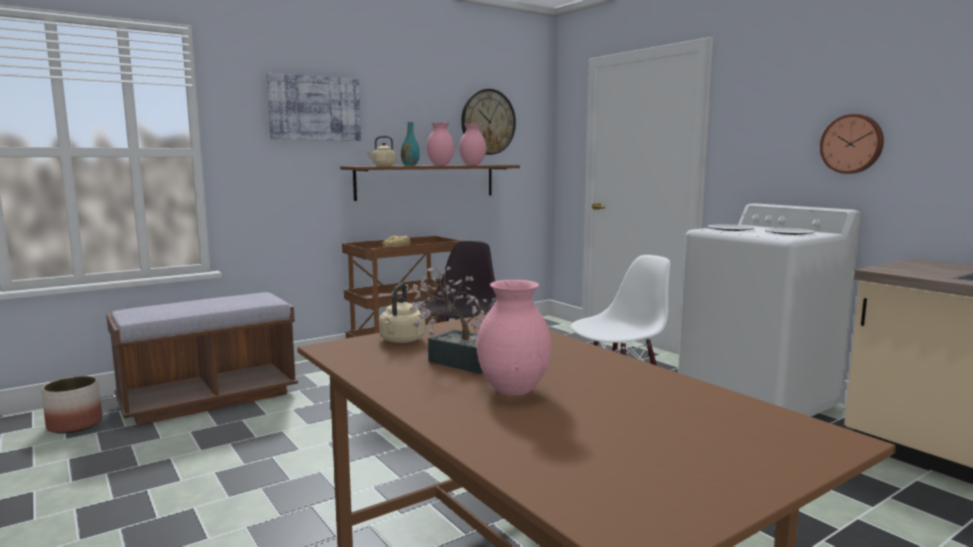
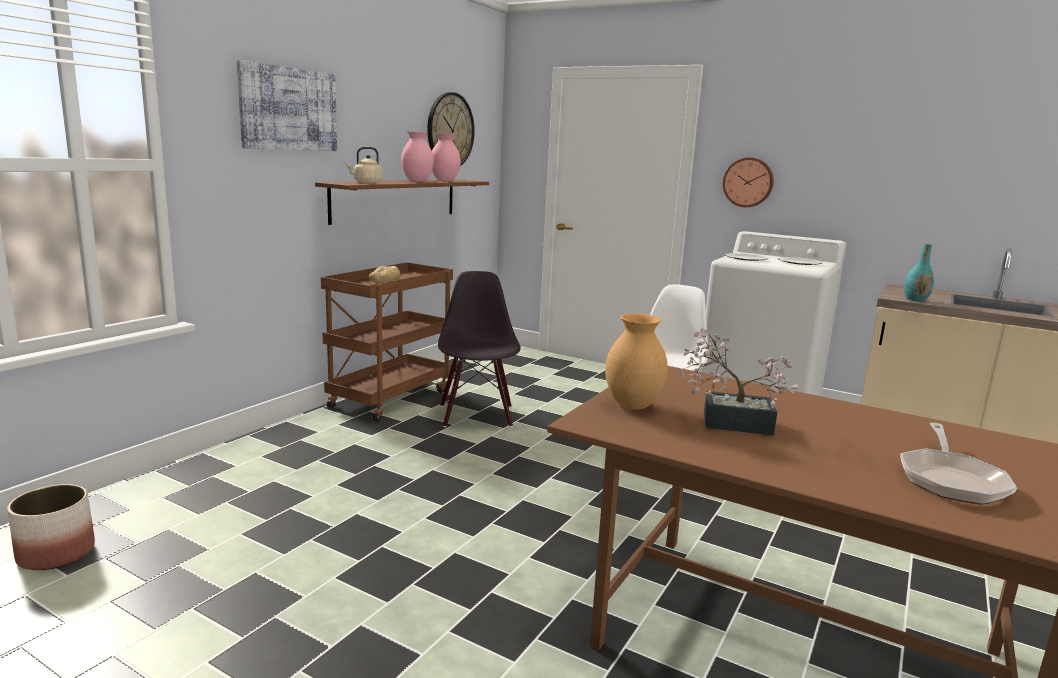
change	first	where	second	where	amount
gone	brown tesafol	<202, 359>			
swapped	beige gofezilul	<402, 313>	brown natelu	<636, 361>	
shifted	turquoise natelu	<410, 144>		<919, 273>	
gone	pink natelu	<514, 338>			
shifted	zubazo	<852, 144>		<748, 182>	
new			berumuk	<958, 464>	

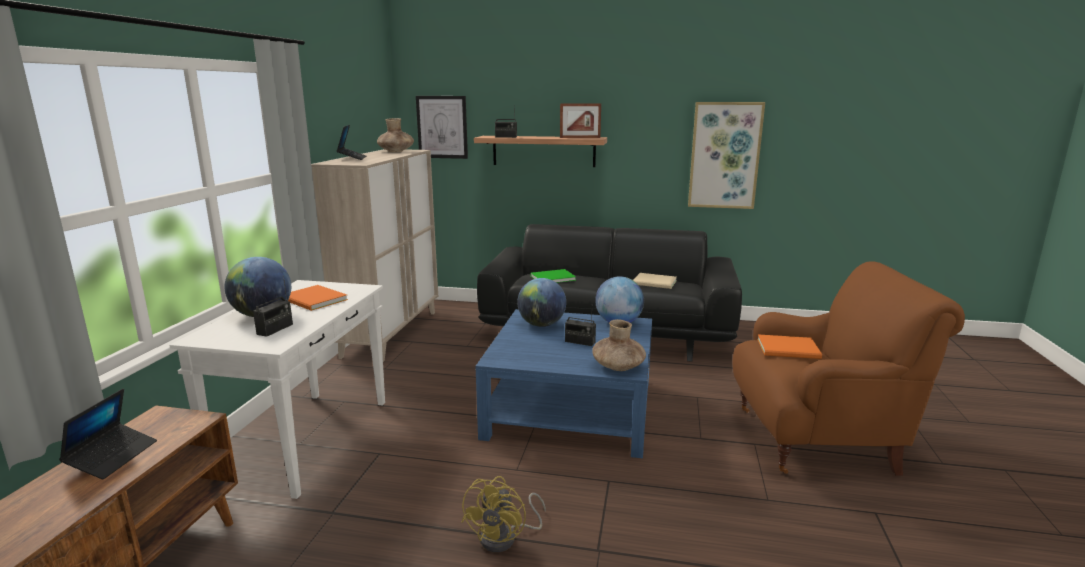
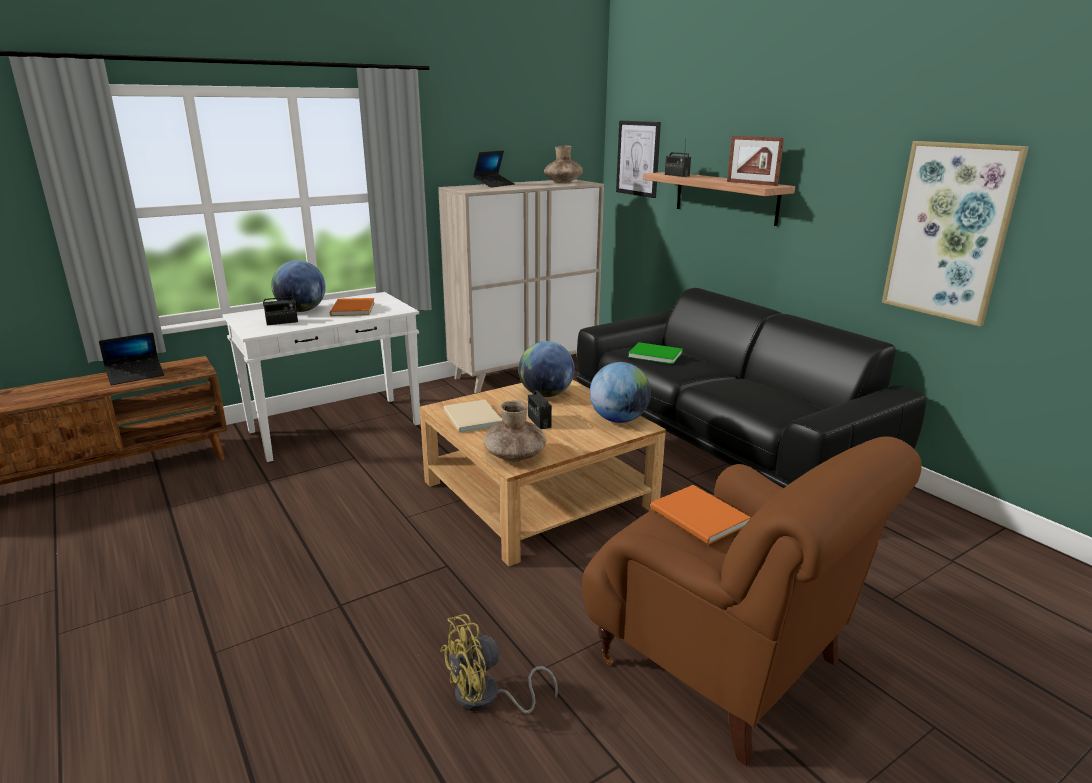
change	first	where	second	where	amount
shifted	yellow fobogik	<504, 514>		<499, 664>	
repainted	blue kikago	<564, 383>	beige kikago	<543, 473>	
shifted	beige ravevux	<655, 281>		<472, 416>	

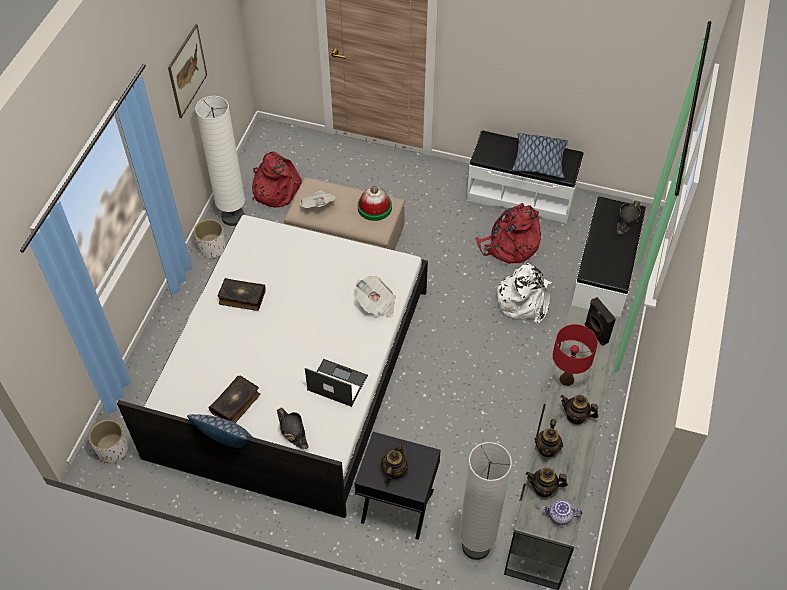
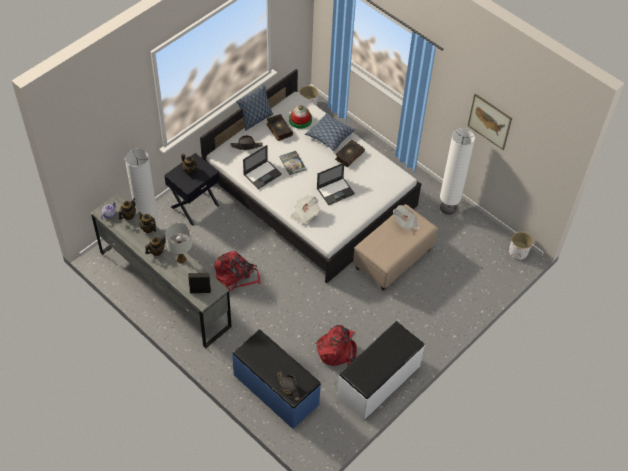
change	first	where	second	where	amount
shifted	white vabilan	<210, 239>		<521, 246>	
shifted	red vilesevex	<277, 180>		<237, 271>	
shifted	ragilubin	<375, 203>		<300, 117>	
gone	white vilesevex	<523, 293>			
shifted	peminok	<540, 155>		<330, 132>	
repainted	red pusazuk	<575, 355>	white pusazuk	<178, 243>	
repainted	white tesafol	<608, 256>	blue tesafol	<276, 379>	
new			ravevux	<292, 163>	
new			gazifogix	<336, 184>	

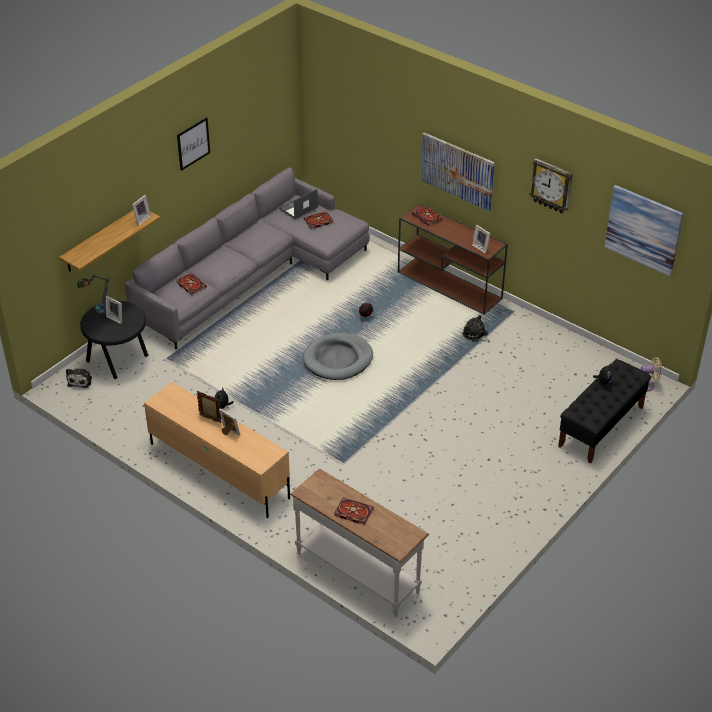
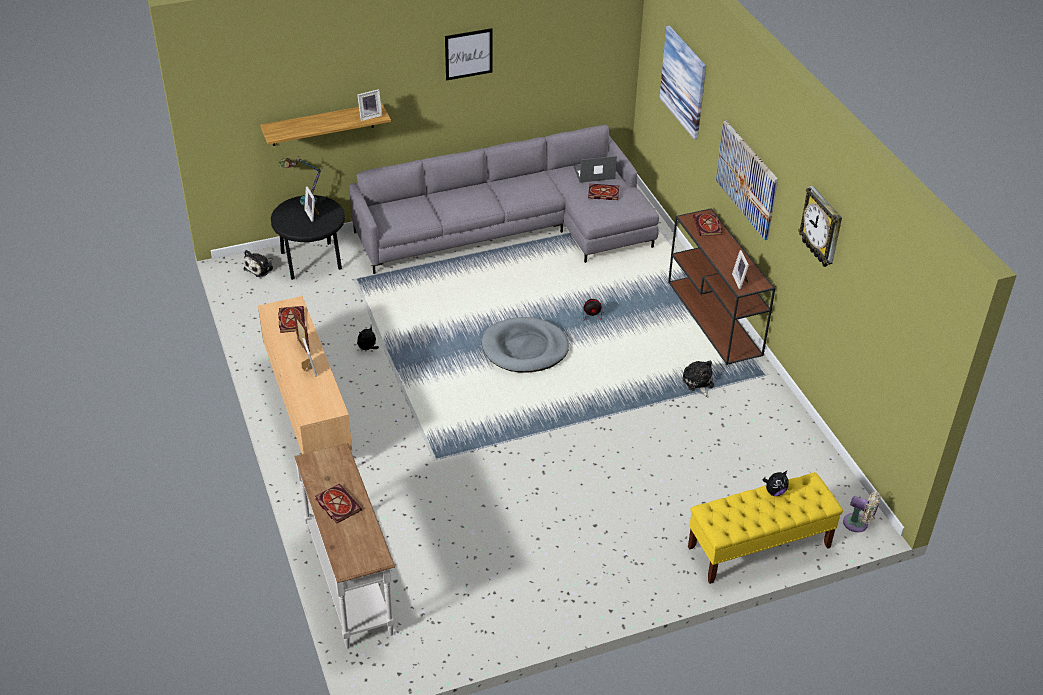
change	first	where	second	where	amount
shifted	ravevux	<191, 284>		<291, 319>	
repainted	black tesafol	<604, 411>	yellow tesafol	<765, 528>	
shifted	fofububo	<644, 230>		<683, 82>	

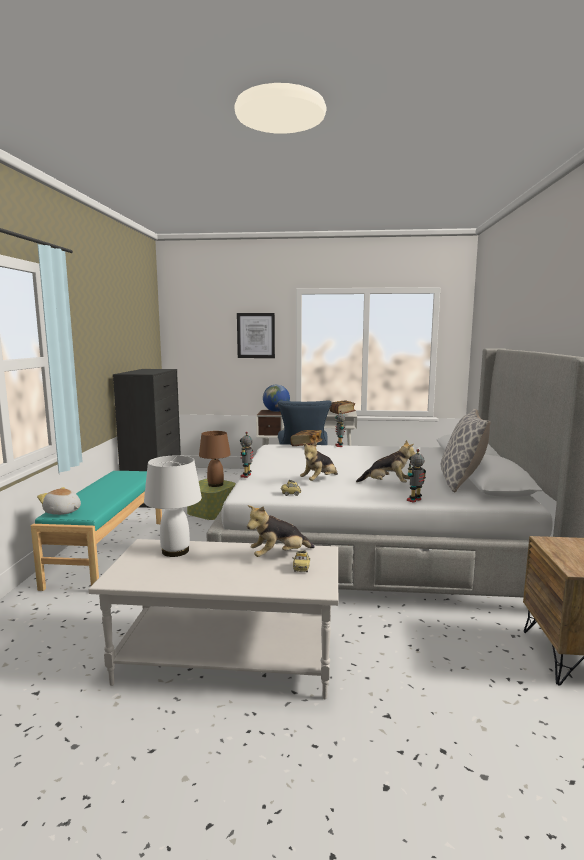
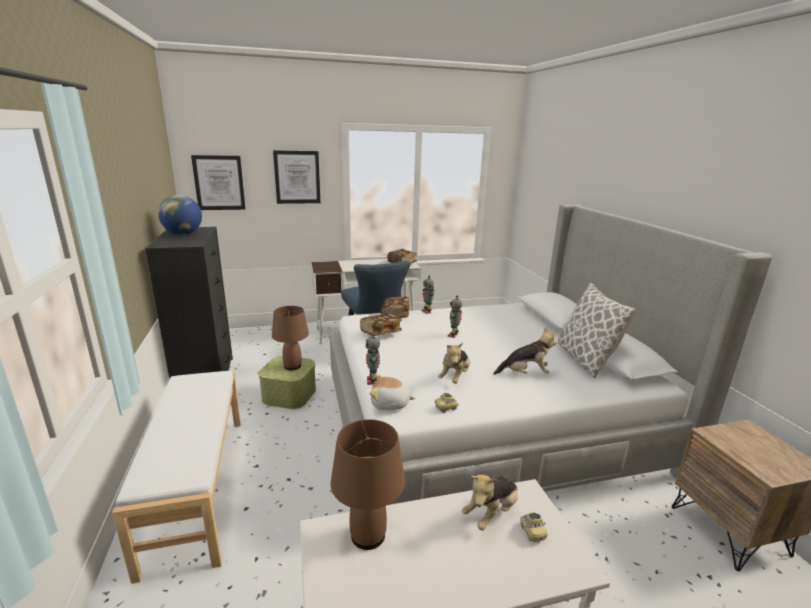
change	first	where	second	where	amount
repainted	turquoise tesafol	<96, 531>	white tesafol	<176, 477>	
shifted	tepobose	<59, 501>		<392, 392>	
repainted	white pusazuk	<173, 506>	brown pusazuk	<367, 484>	
shifted	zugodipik	<276, 398>		<180, 215>	
shifted	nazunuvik	<416, 476>		<455, 316>	
new			fofububo	<218, 182>	
new			ravevux	<381, 324>	

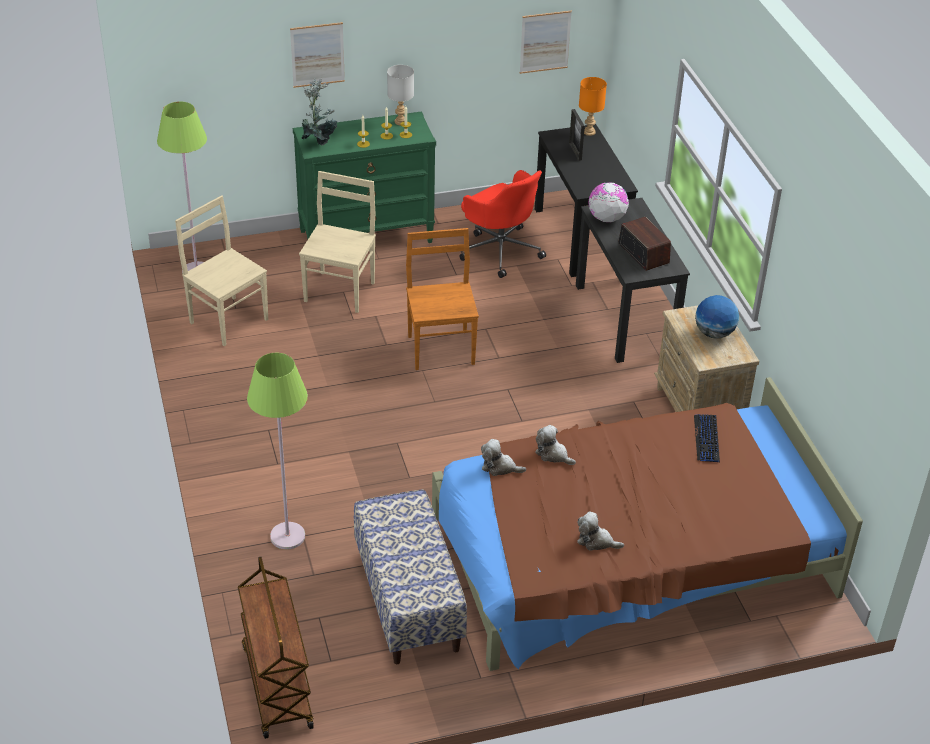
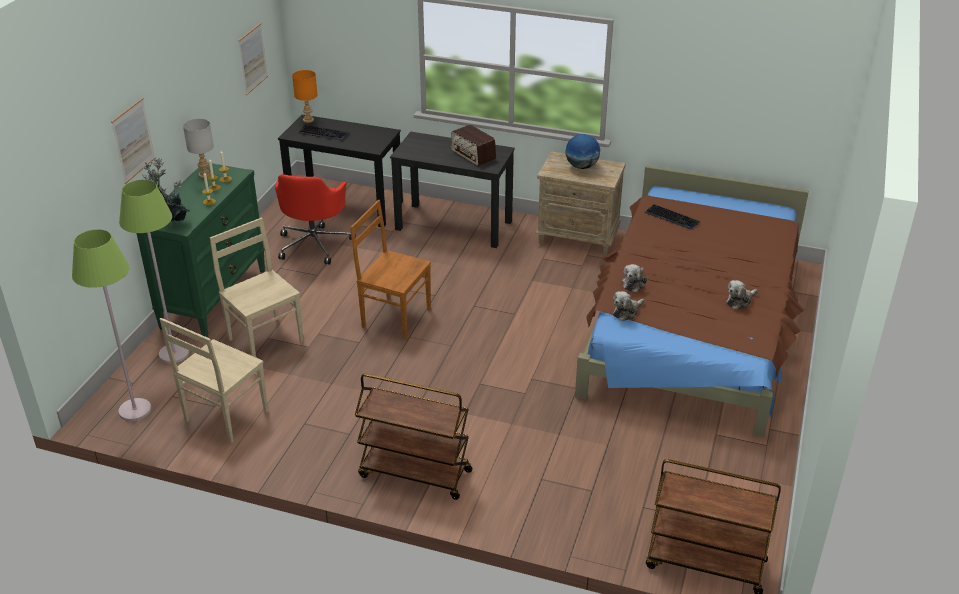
change	first	where	second	where	amount
rotated	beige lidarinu	<221, 270>		<214, 380>	45 degrees counterclockwise
shifted	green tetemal	<277, 451>		<154, 271>	
gone	tesafol	<410, 576>			
rotated	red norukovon	<502, 224>		<315, 219>	105 degrees clockwise
rotated	tepobose	<555, 445>		<634, 278>	45 degrees counterclockwise
swapped	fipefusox	<577, 135>	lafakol	<323, 132>	
gone	zugodipik	<608, 202>			
rotated	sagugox	<644, 244>		<473, 145>	135 degrees counterclockwise
new			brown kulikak	<414, 437>	

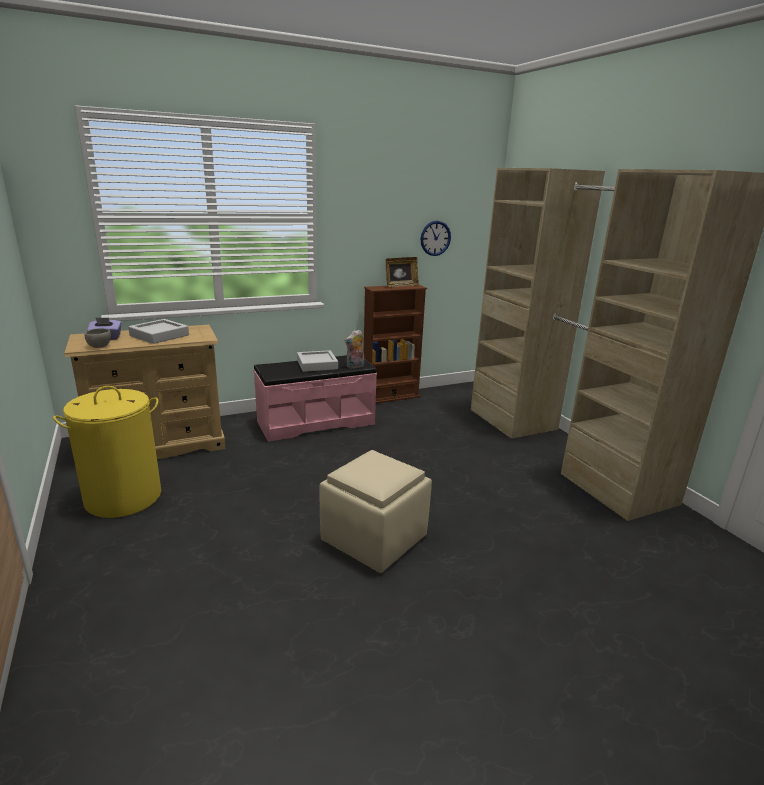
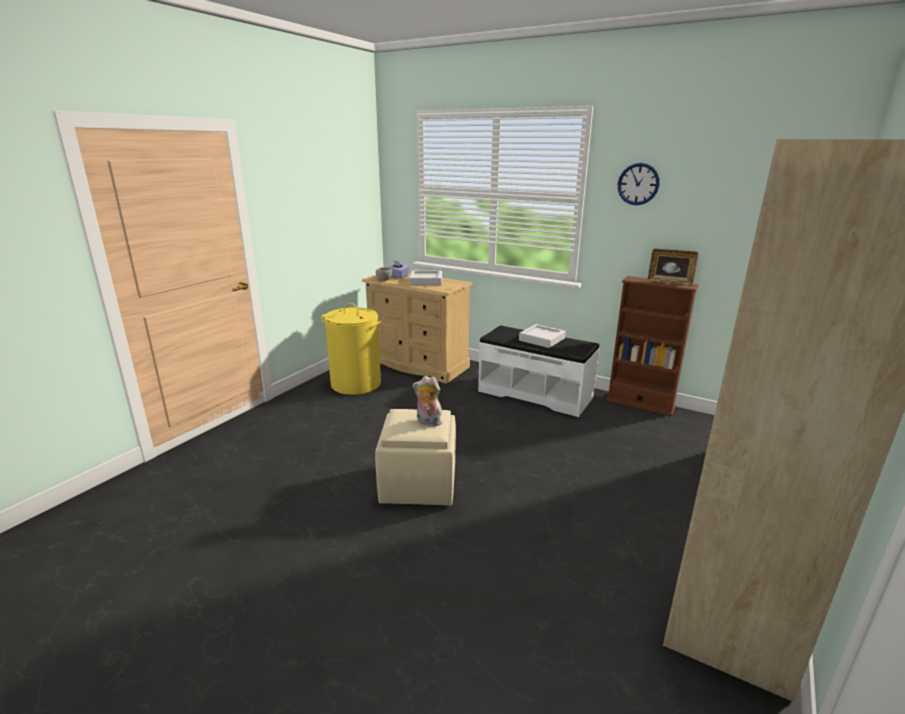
change	first	where	second	where	amount
repainted	pink tesafol	<315, 398>	white tesafol	<538, 371>	
shifted	tepobose	<354, 349>		<428, 401>	
shifted	zubazo	<435, 238>		<639, 184>	

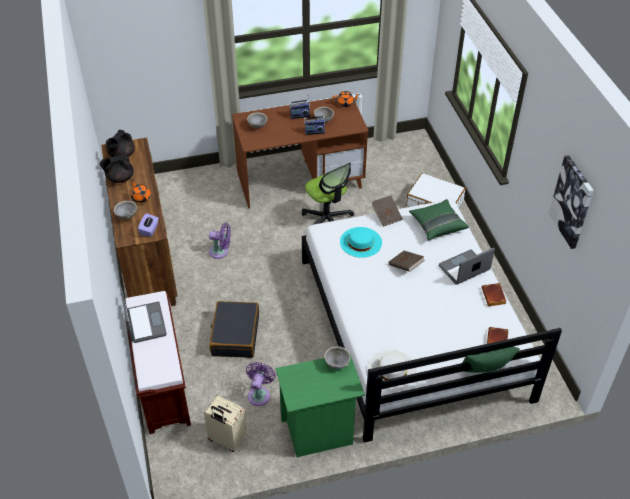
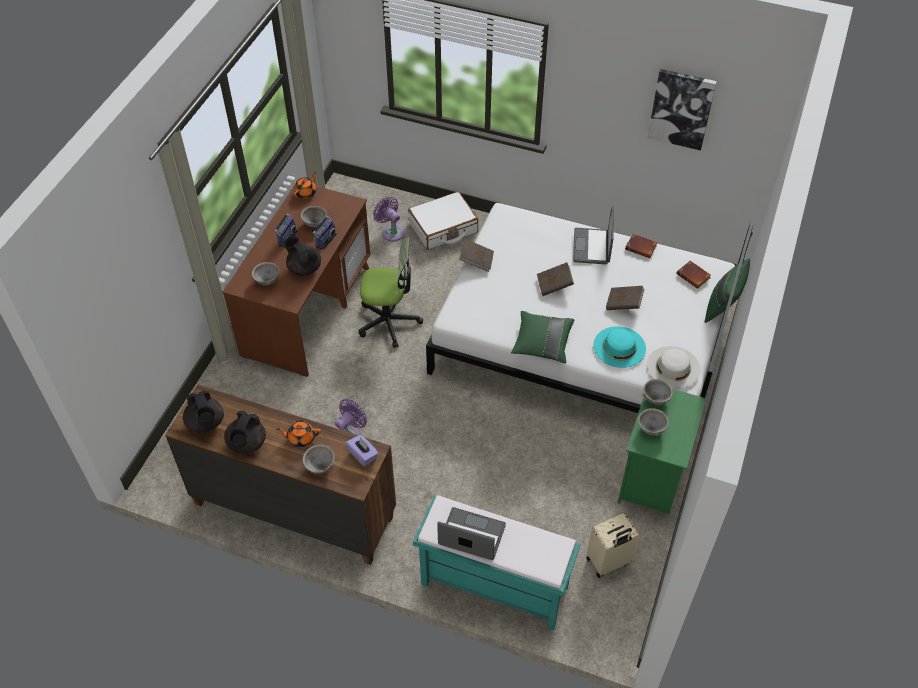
change	first	where	second	where	amount
repainted	brown tesafol	<158, 362>	turquoise tesafol	<497, 563>	
gone	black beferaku	<234, 329>			
shifted	purple fobogik	<261, 384>		<388, 219>	
shifted	turquoise ragilubin	<361, 242>		<619, 347>	
shifted	green peminok	<439, 219>		<543, 337>	
new			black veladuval	<302, 256>	
new			brown ravevux	<625, 298>	
new			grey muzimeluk	<653, 422>	

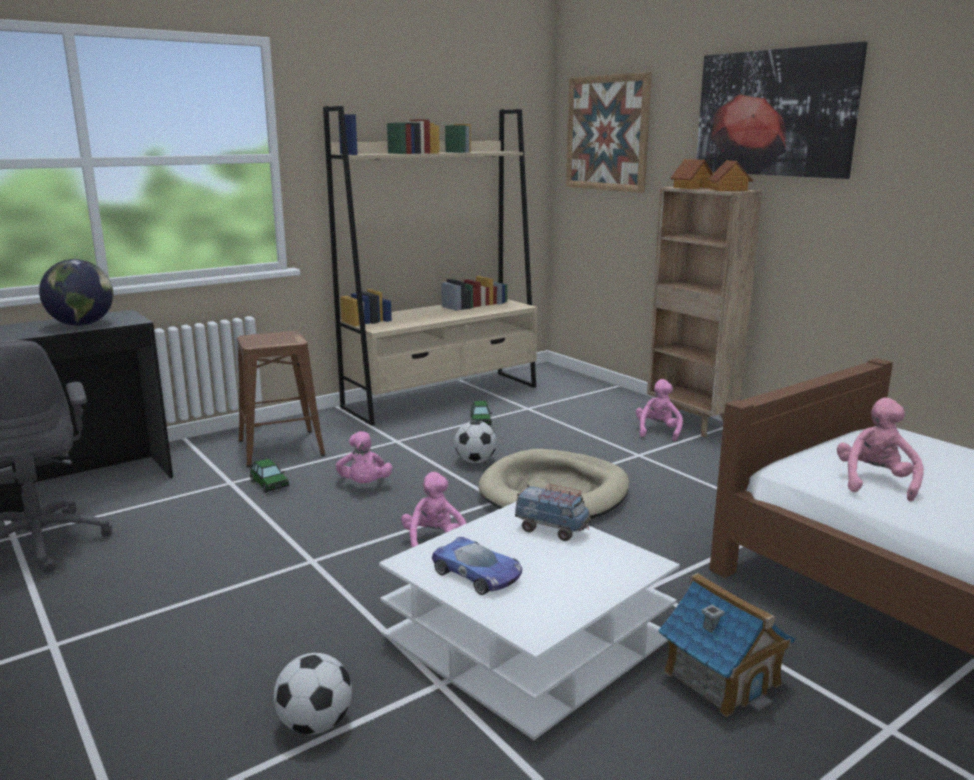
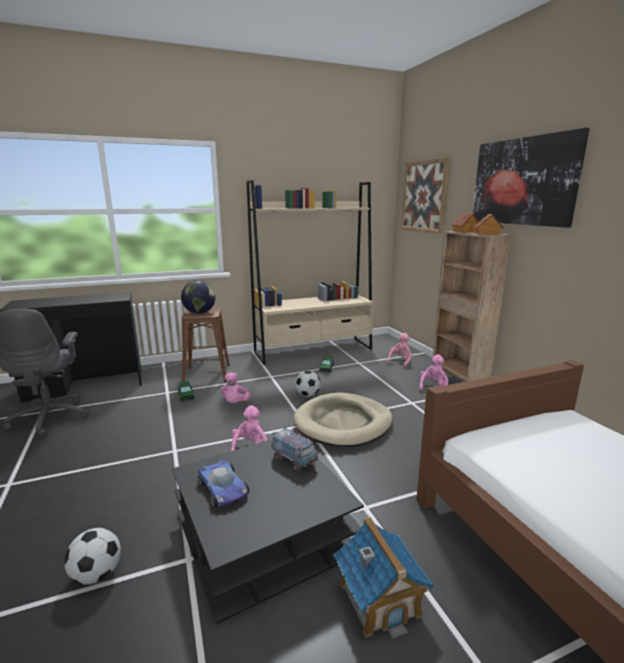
change	first	where	second	where	amount
shifted	zugodipik	<76, 292>		<198, 297>	
repainted	white kikago	<529, 621>	black kikago	<268, 531>	
shifted	pink tepobose	<880, 449>		<399, 350>	

